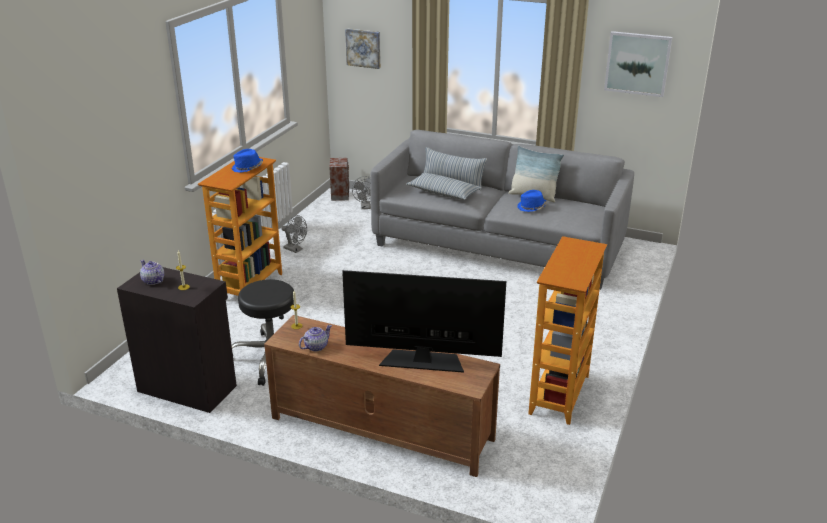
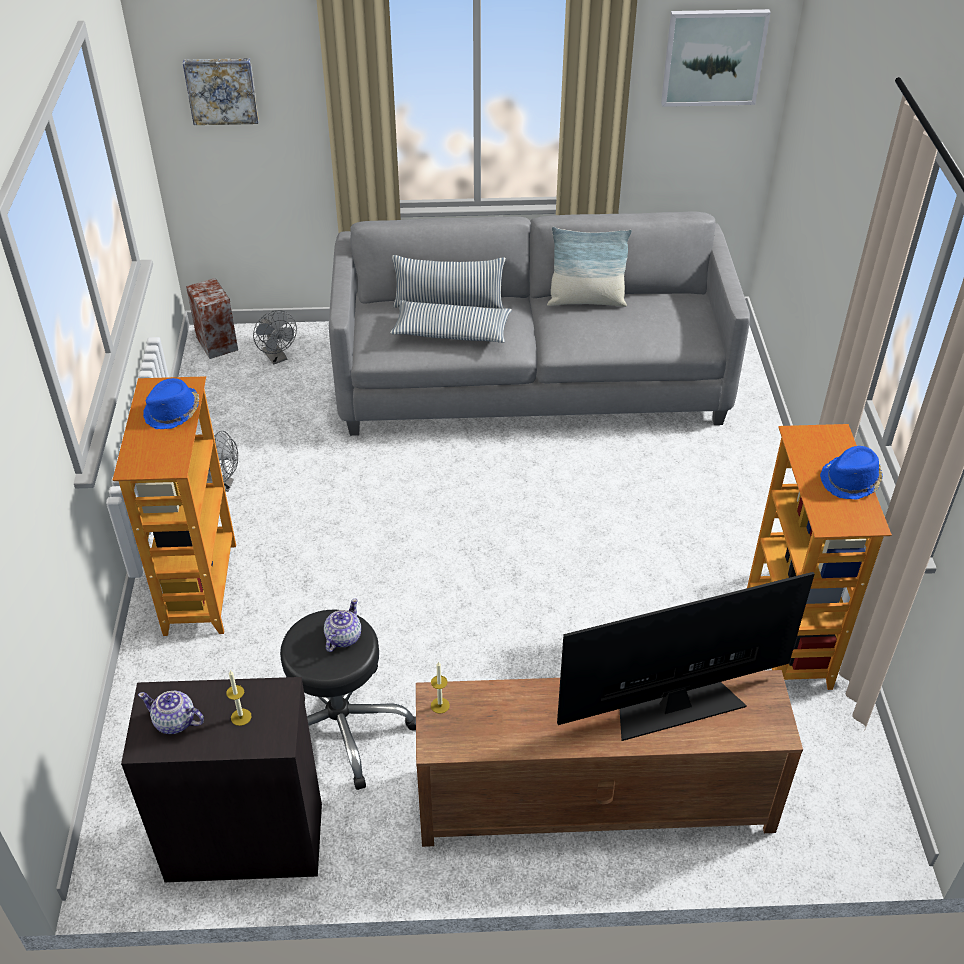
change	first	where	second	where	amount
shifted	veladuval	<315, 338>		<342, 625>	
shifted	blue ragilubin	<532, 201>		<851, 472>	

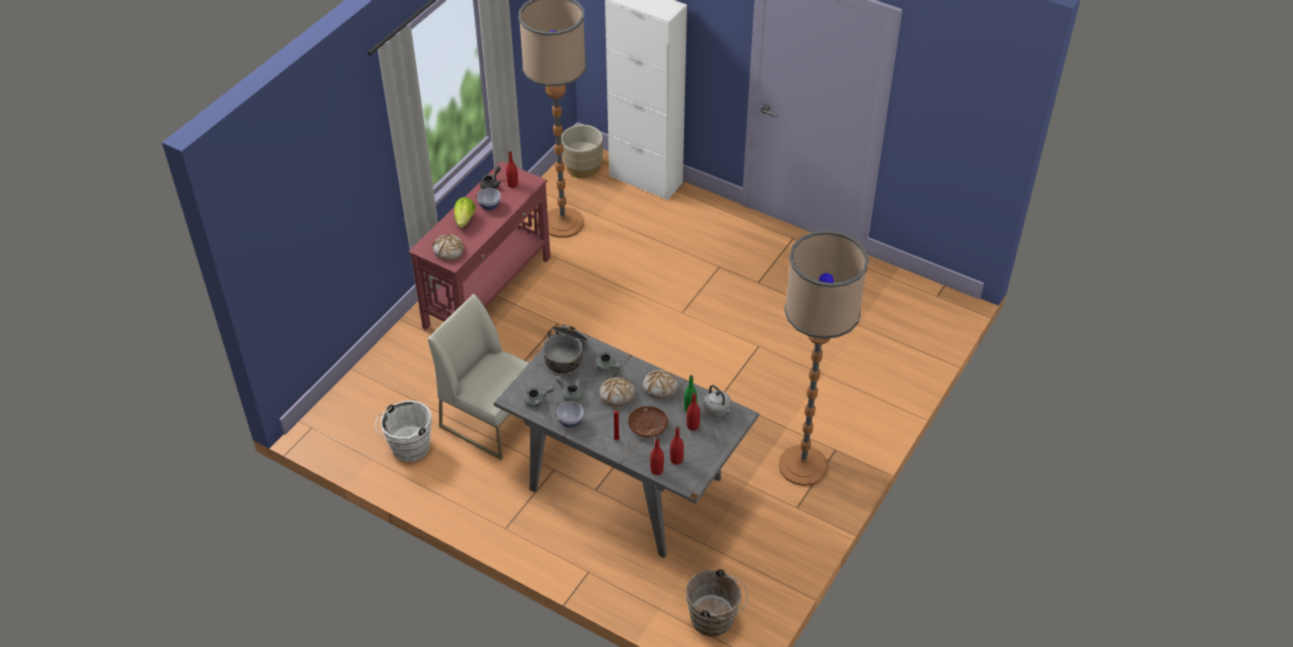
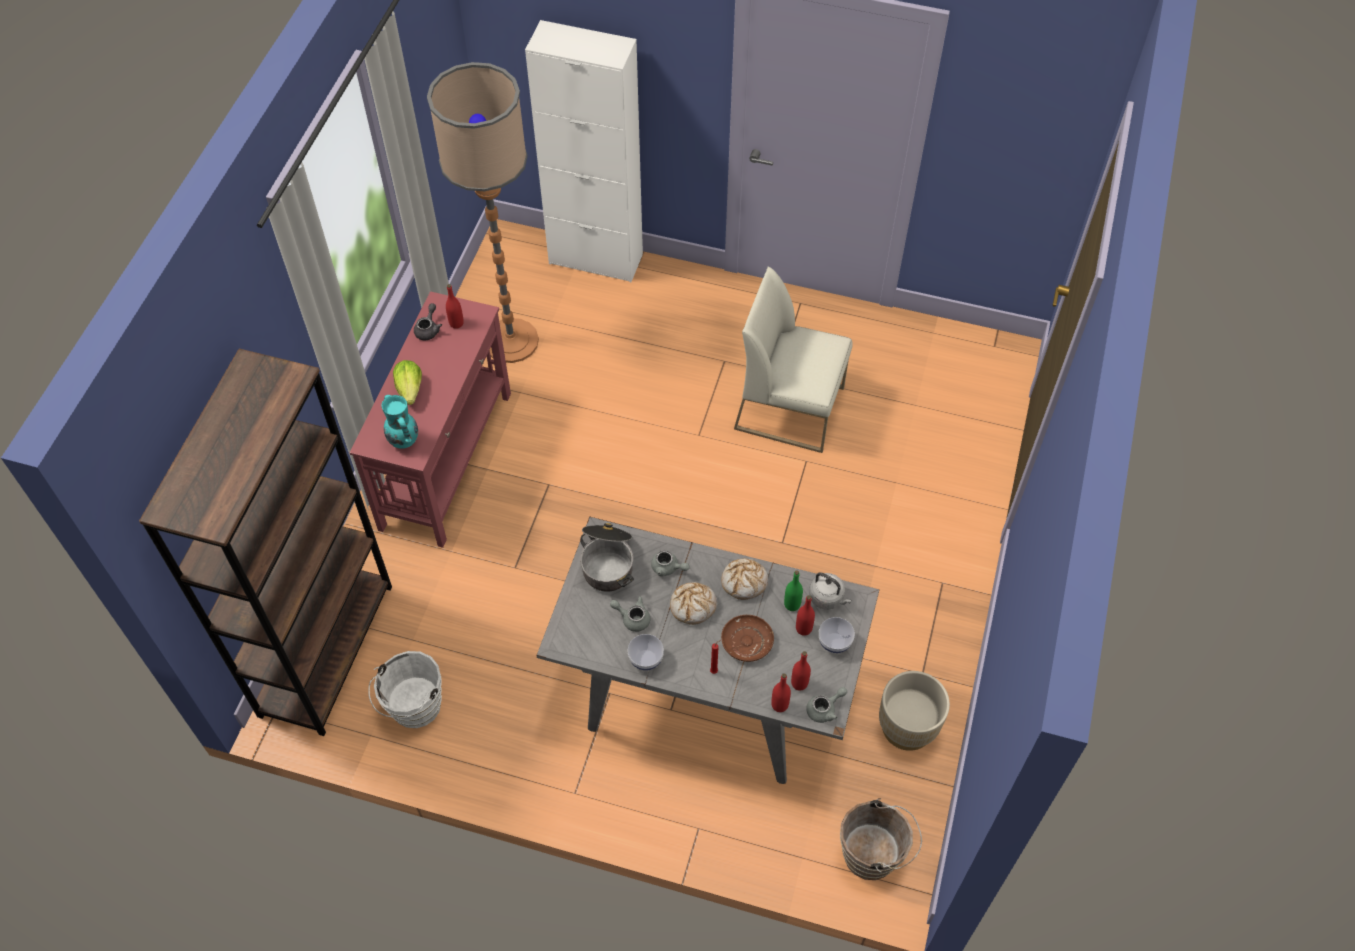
change	first	where	second	where	amount
shifted	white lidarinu	<478, 377>		<793, 359>	
swapped	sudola	<448, 247>	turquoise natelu	<399, 421>	
shifted	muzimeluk	<489, 199>		<837, 635>	
shifted	grey veladuval	<539, 397>		<826, 705>	
shifted	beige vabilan	<582, 151>		<914, 711>	
gone	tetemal	<823, 358>			
new			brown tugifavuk	<265, 542>	

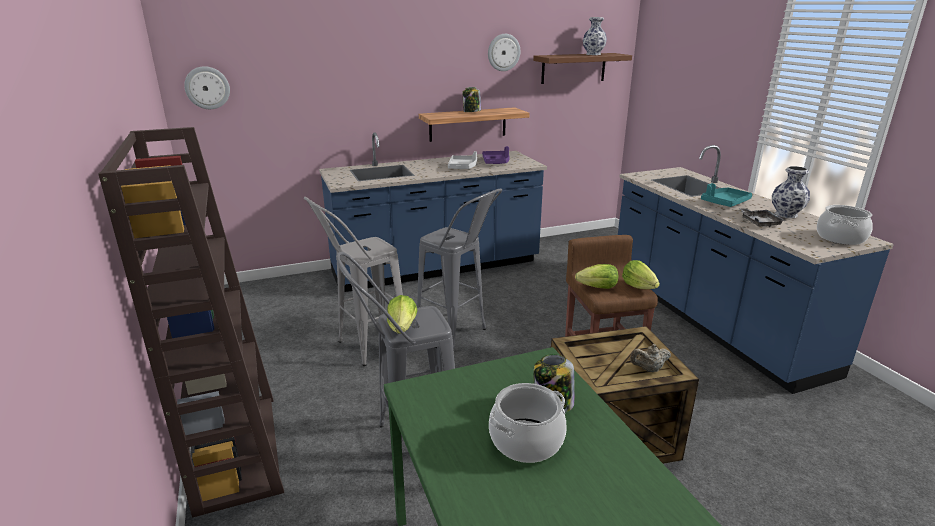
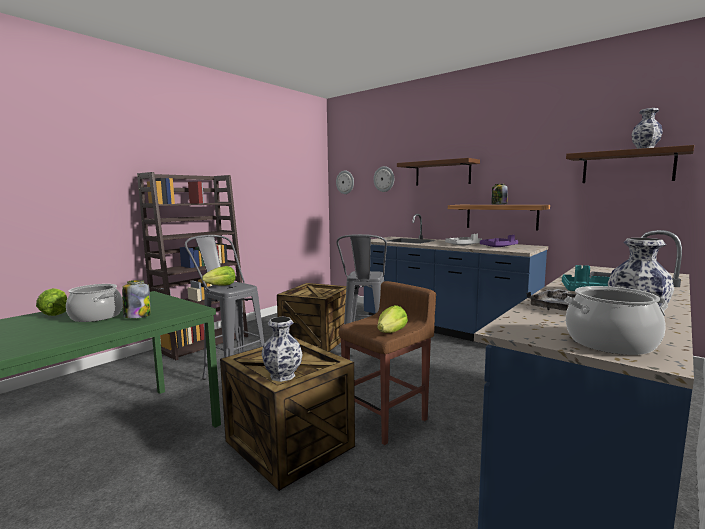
change	first	where	second	where	amount
swapped	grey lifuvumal	<353, 281>	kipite	<311, 317>	
shifted	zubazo	<504, 52>		<384, 179>	
shifted	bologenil	<596, 276>		<51, 302>	
swapped	beige veladuval	<650, 358>	natelu	<282, 349>	
new			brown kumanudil	<438, 172>	

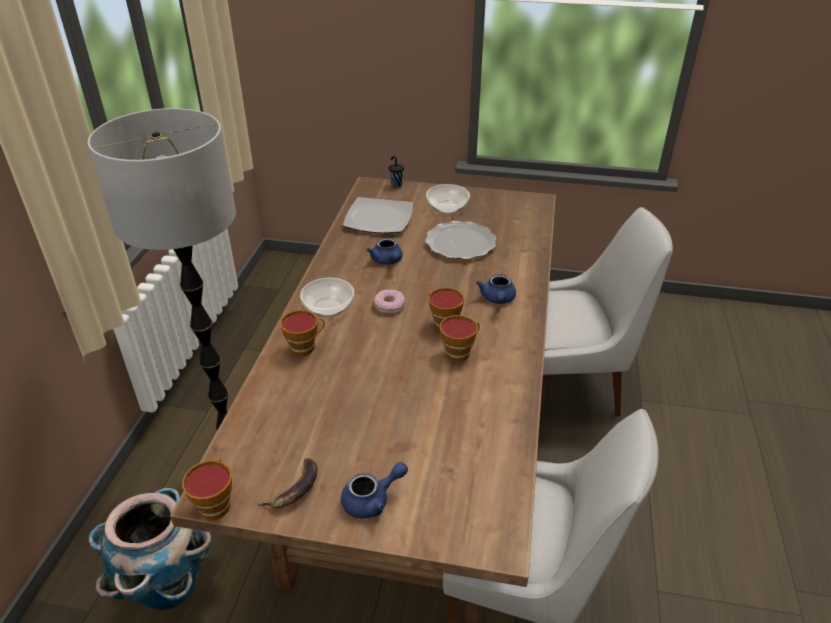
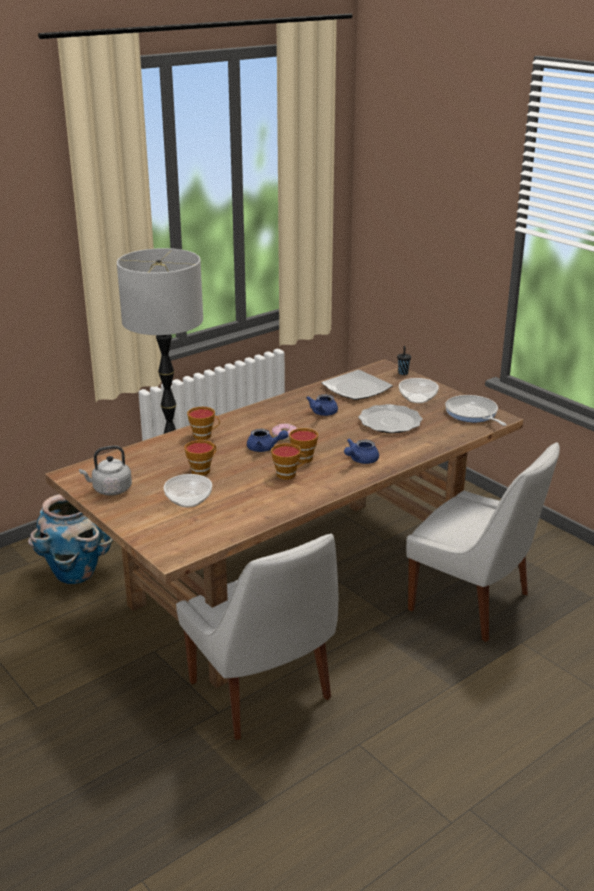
change	first	where	second	where	amount
shifted	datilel	<207, 490>		<200, 458>	
swapped	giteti	<287, 483>	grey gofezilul	<105, 470>	
shifted	muzimeluk	<327, 297>		<188, 490>	
shifted	blue veladuval	<374, 490>		<267, 440>	
new			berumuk	<476, 410>	

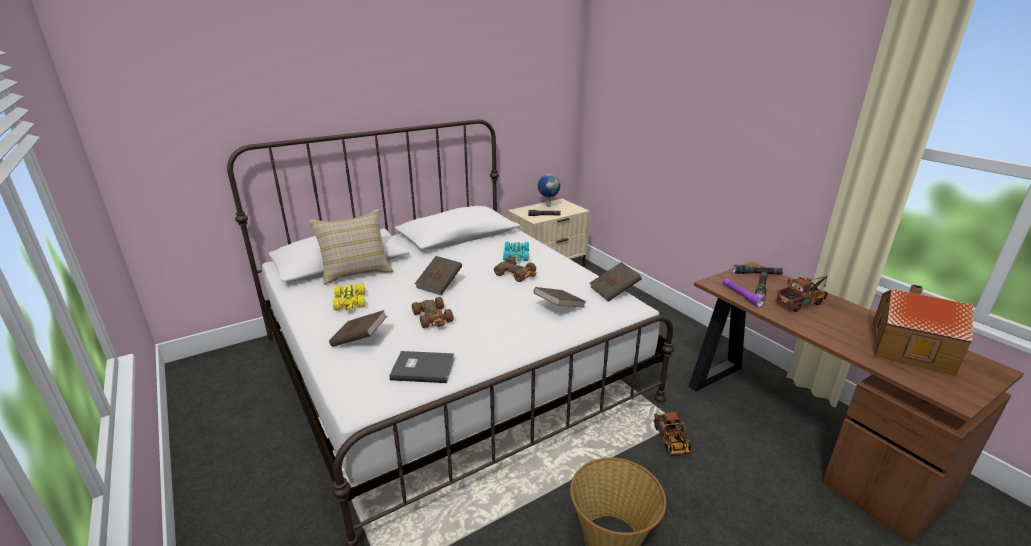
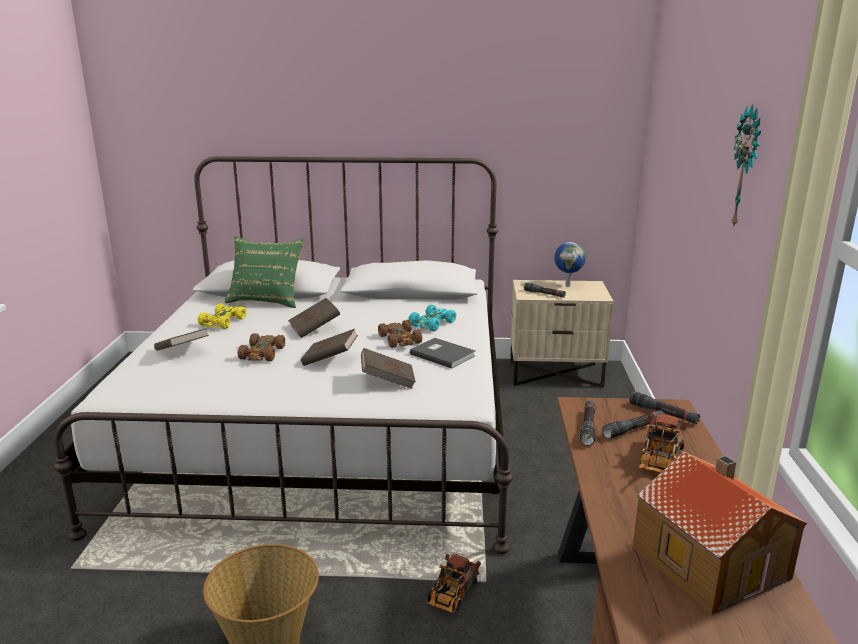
change	first	where	second	where	amount
repainted	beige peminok	<351, 247>	green peminok	<265, 272>	
shifted	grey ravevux	<421, 367>		<443, 353>	
shifted	brown ravevux	<616, 282>		<329, 347>	
repainted	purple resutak	<744, 292>	black resutak	<588, 423>	
rotated	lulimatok	<801, 294>		<662, 443>	105 degrees clockwise
new			zubazo	<746, 166>	

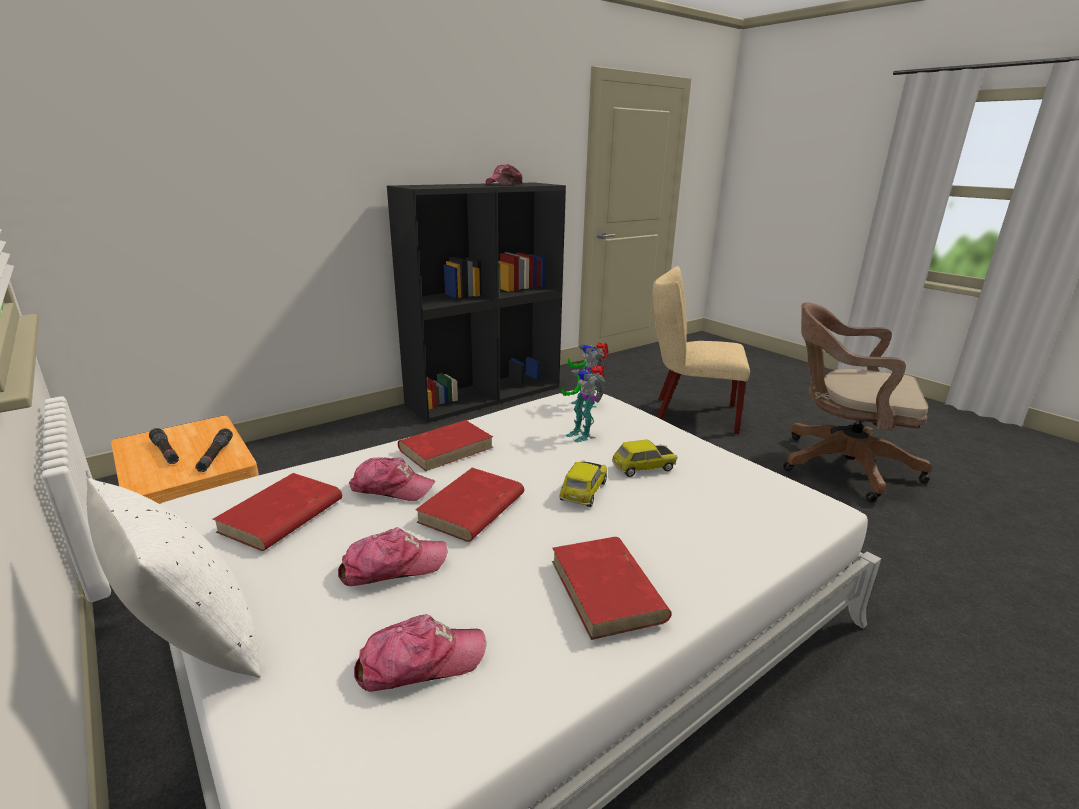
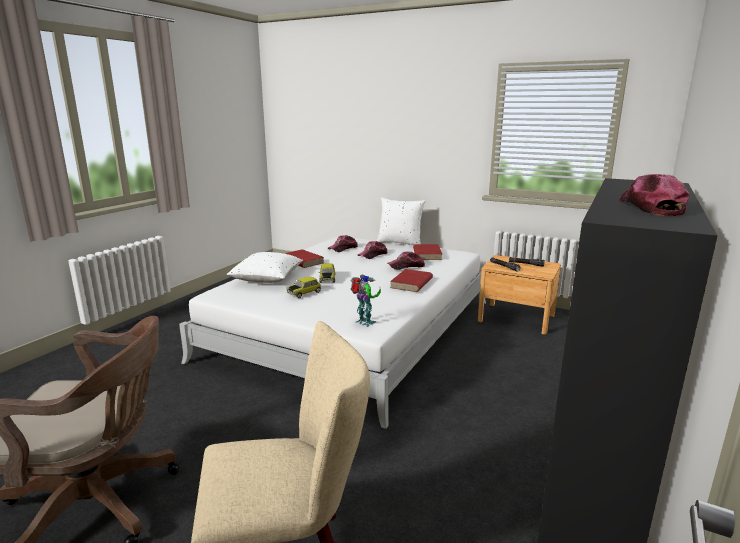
change	first	where	second	where	amount
gone	red ravevux	<469, 505>			
gone	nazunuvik	<583, 404>			
new			white peminok	<265, 267>	

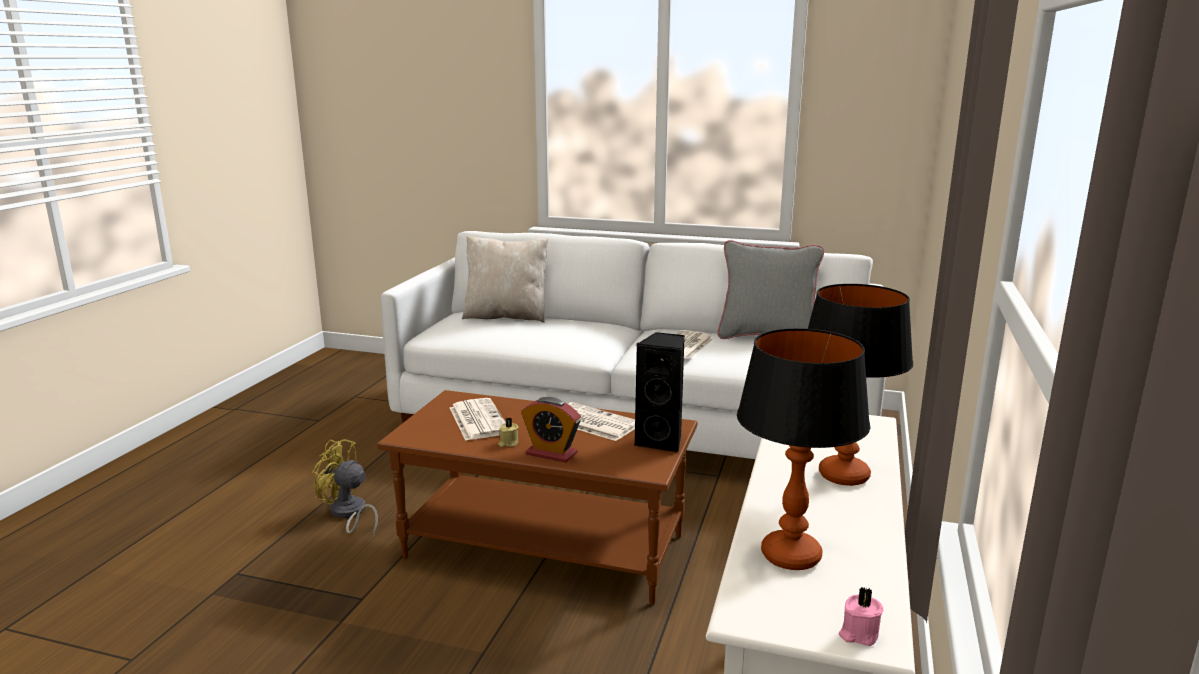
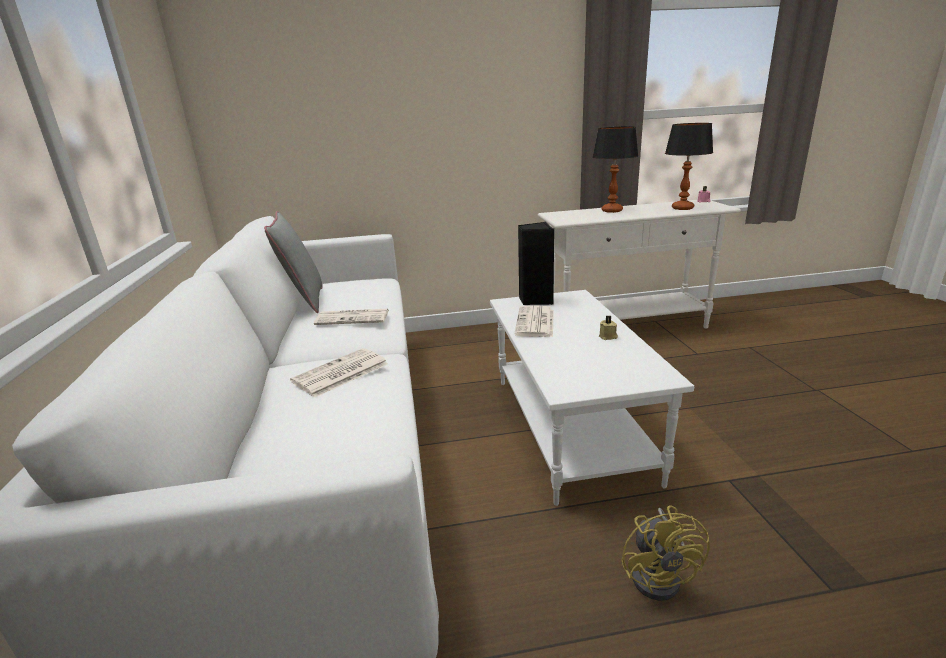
change	first	where	second	where	amount
repainted	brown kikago	<537, 497>	white kikago	<592, 398>	
shifted	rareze	<478, 419>		<339, 372>	
gone	beige peminok	<505, 279>			
gone	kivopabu	<551, 430>			

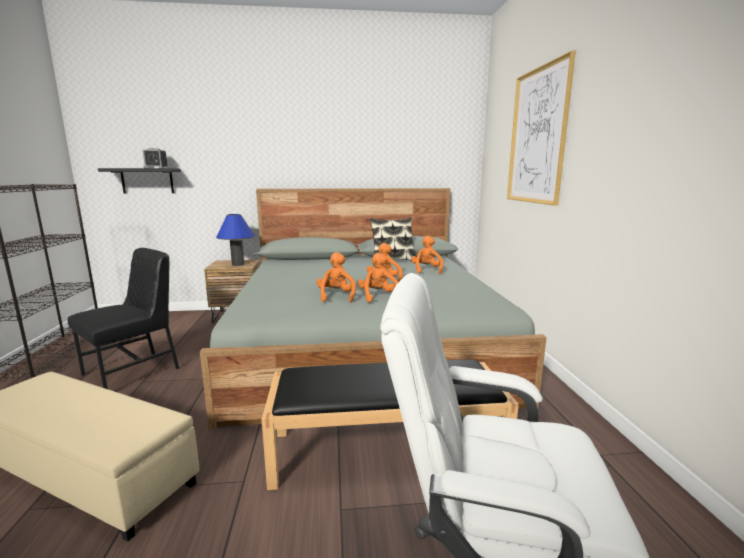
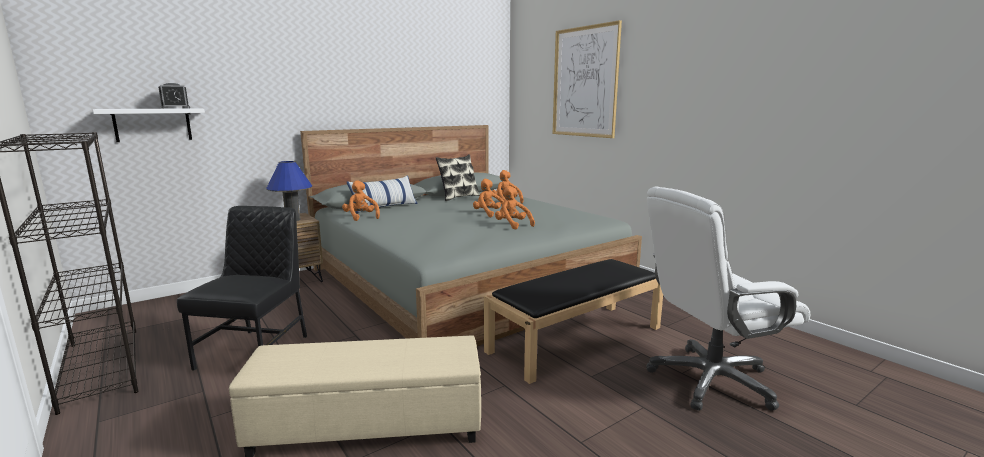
change	first	where	second	where	amount
repainted	black kumanudil	<139, 180>	white kumanudil	<149, 125>	
shifted	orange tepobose	<336, 277>		<361, 200>	
new			peminok	<382, 194>	

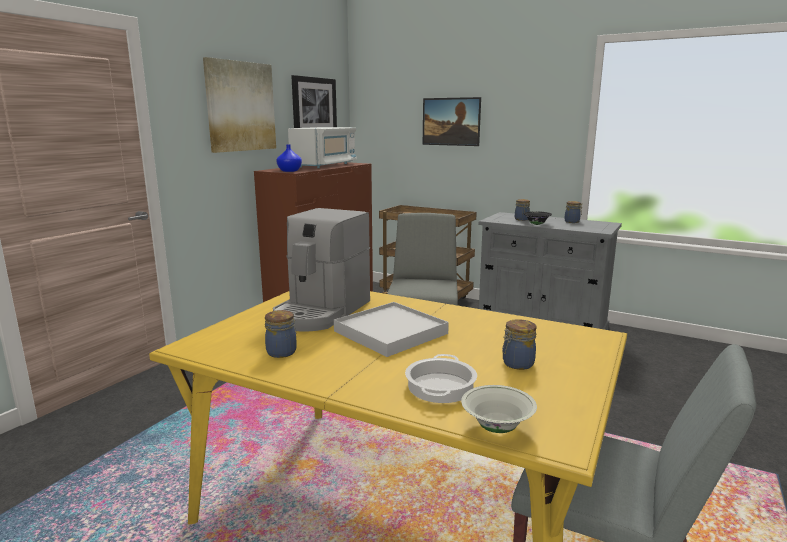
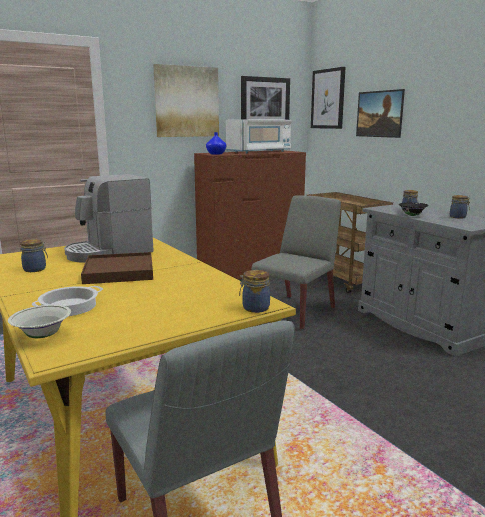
change	first	where	second	where	amount
repainted	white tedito	<391, 329>	brown tedito	<117, 268>	
shifted	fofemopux	<519, 344>		<254, 291>	
new			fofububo	<328, 98>	

